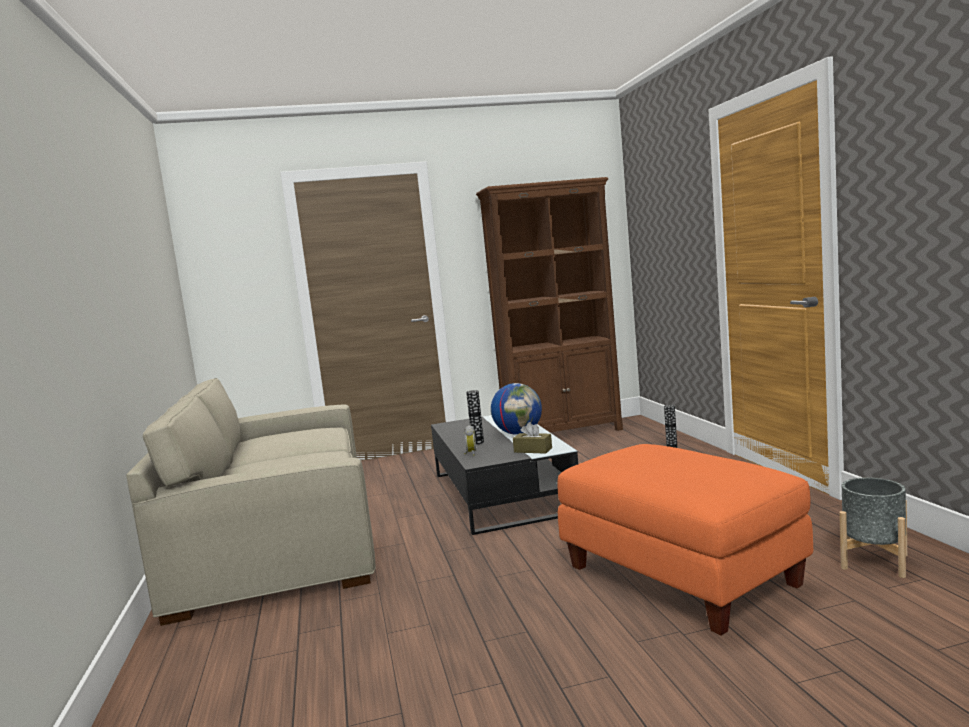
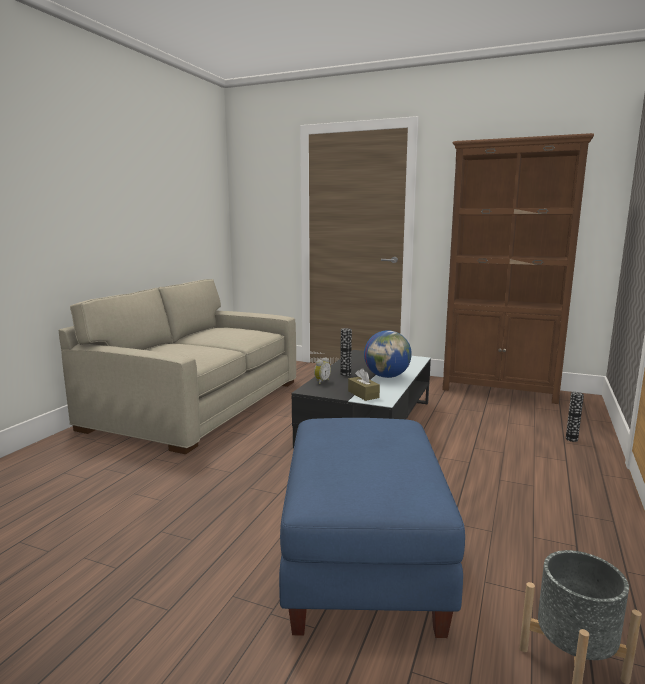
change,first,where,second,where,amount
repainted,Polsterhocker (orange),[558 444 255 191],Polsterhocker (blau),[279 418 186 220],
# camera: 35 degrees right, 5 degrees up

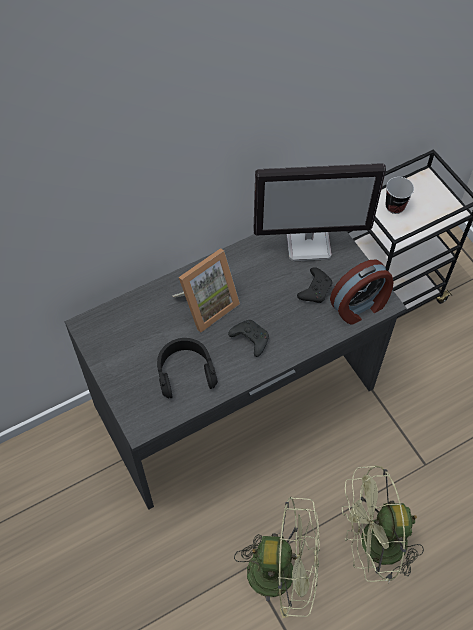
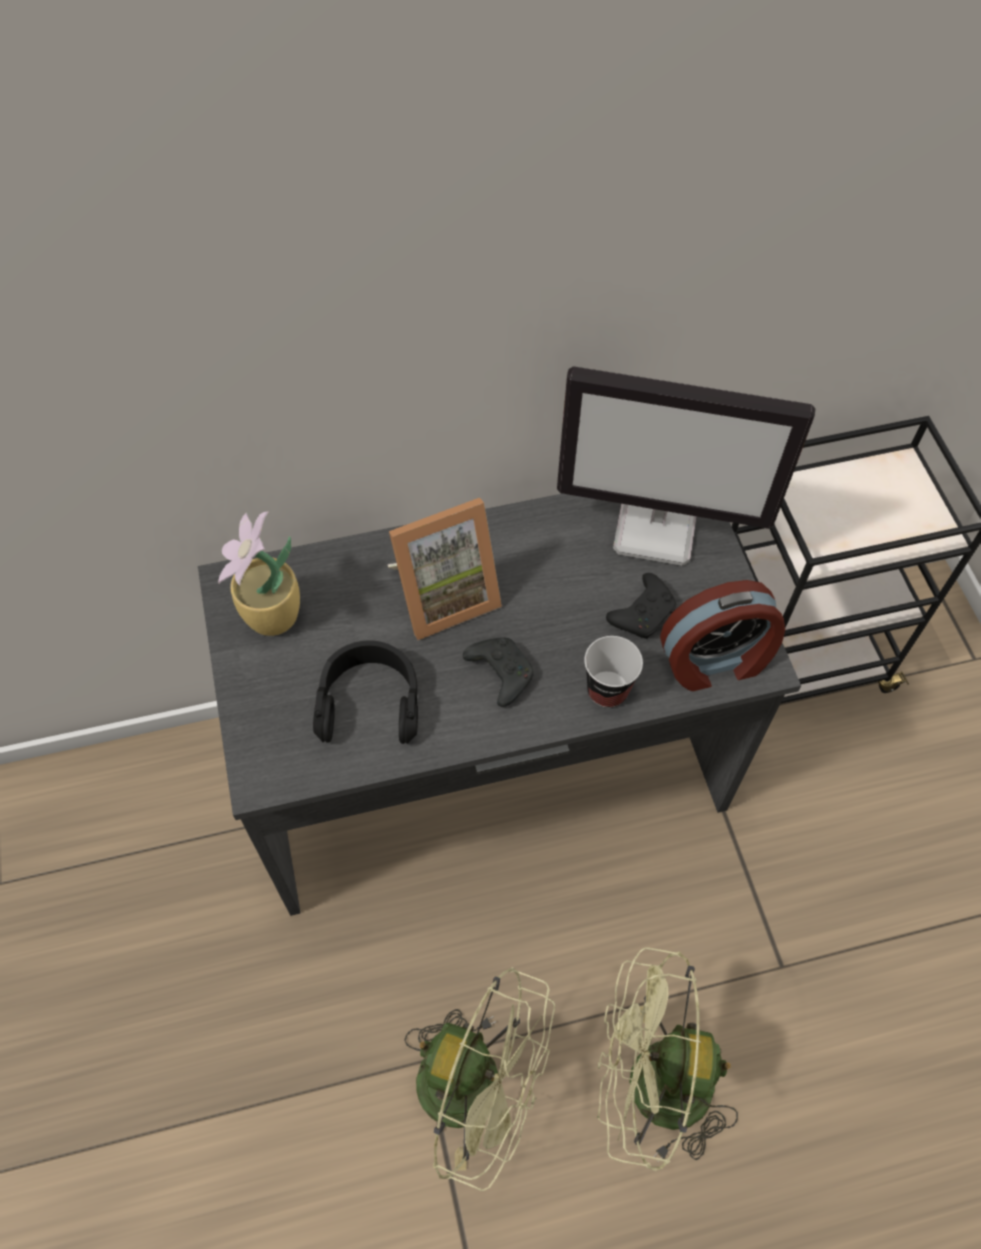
change,first,where,second,where,amount
new,,,Topfpflanze,[218 511 82 125],
shifted,Tasse,[386 177 28 37],,[584 636 59 72],
# camera: 15 degrees right, 0 degrees up

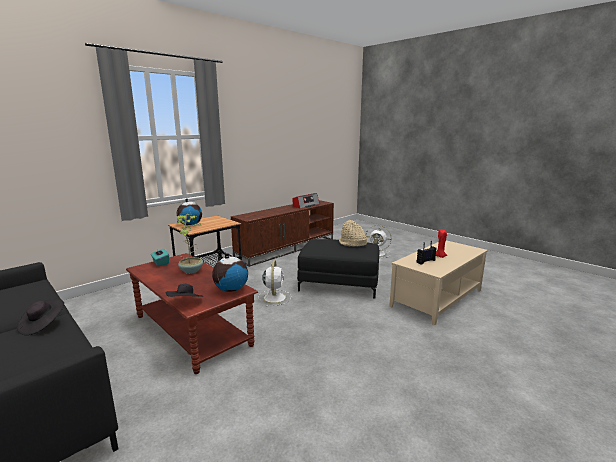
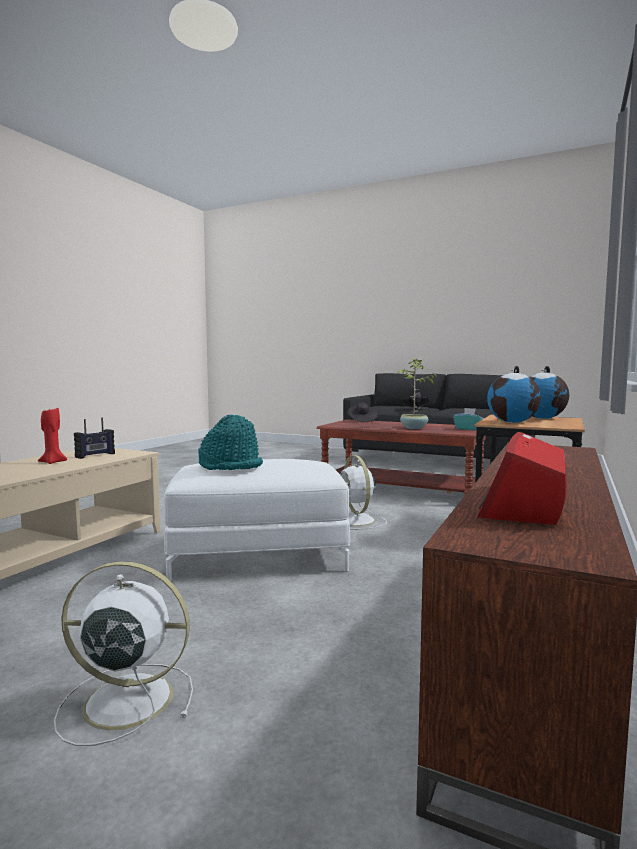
change,first,where,second,where,amount
repainted,Polsterhocker (schwarz),[297 239 82 60],Polsterhocker (weiß),[164 459 186 123],
repainted,Hut (beige),[339 220 28 27],Hut (türkis),[198 415 65 55],
shifted,Globus,[212 253 36 39],,[487 366 54 57],
# camera: 160 degrees right, 10 degrees down

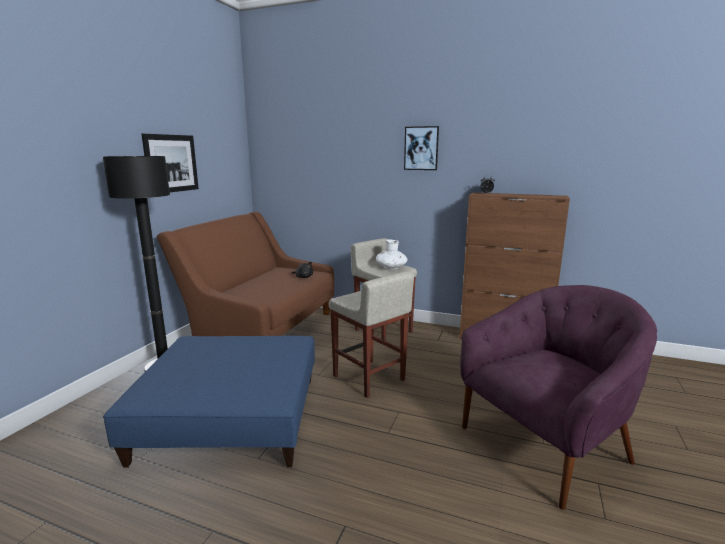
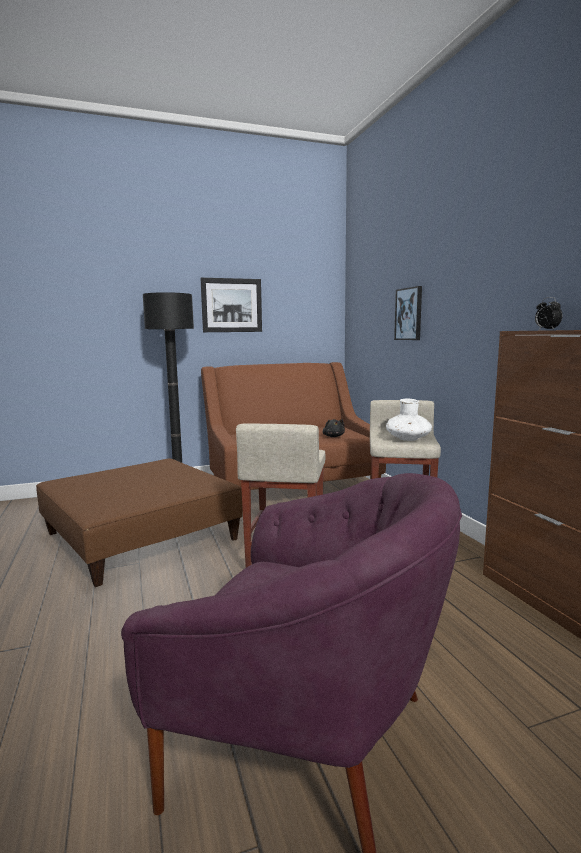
change,first,where,second,where,amount
repainted,Polsterhocker (blau),[103 336 212 131],Polsterhocker (braun),[36 459 207 128],
shifted,Bild,[404 126 35 44],,[394 286 28 54],
# camera: 50 degrees right, 5 degrees down

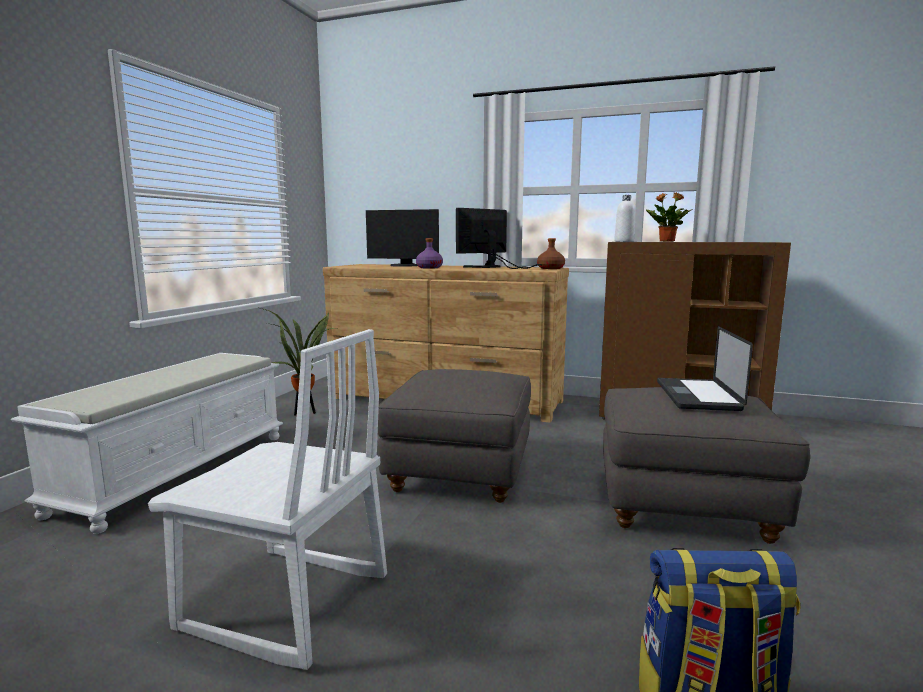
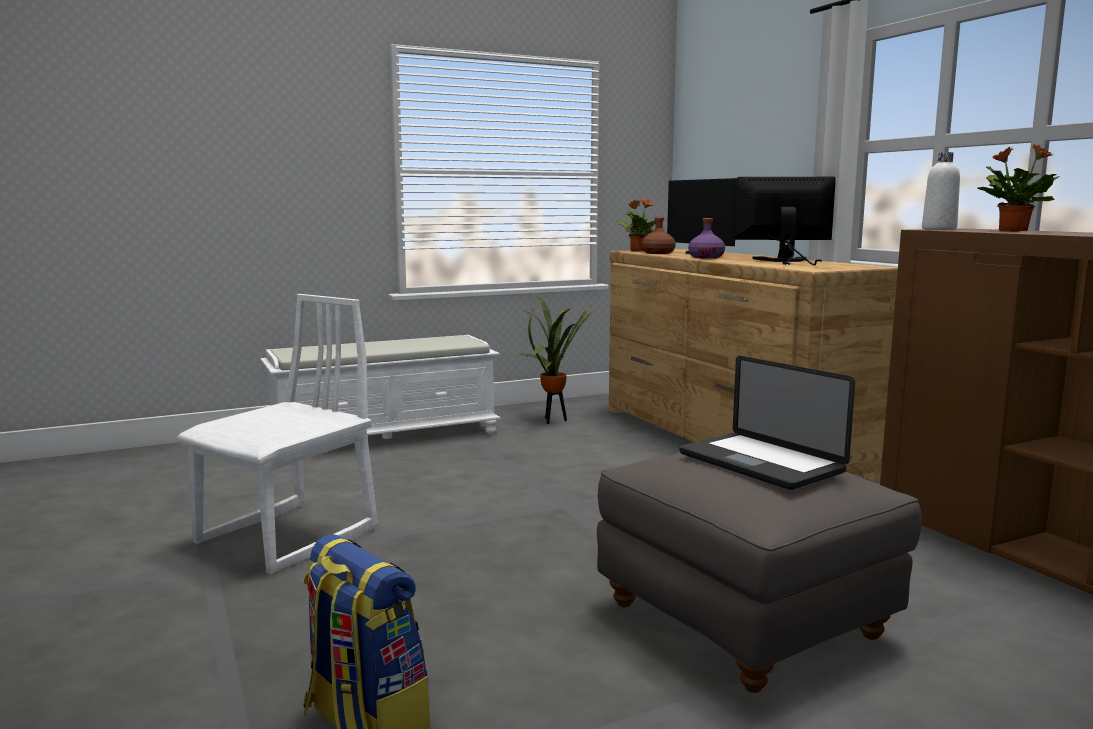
change,first,where,second,where,amount
rotated,Stuhl (weiß),[148 329 239 341],,[177 294 201 280],120 degrees counterclockwise
new,,,Topfpflanze,[616 199 40 52],
shifted,Flasche (braun),[537 238 28 31],,[642 217 34 37],
rotated,Laptop,[657 326 96 85],,[679 356 176 134],90 degrees counterclockwise
gone,Polsterhocker (grau),[378 369 153 134],,,
# camera: 45 degrees right, 0 degrees up

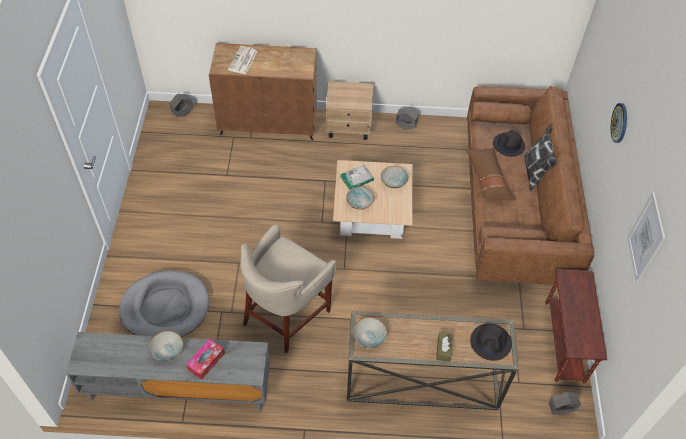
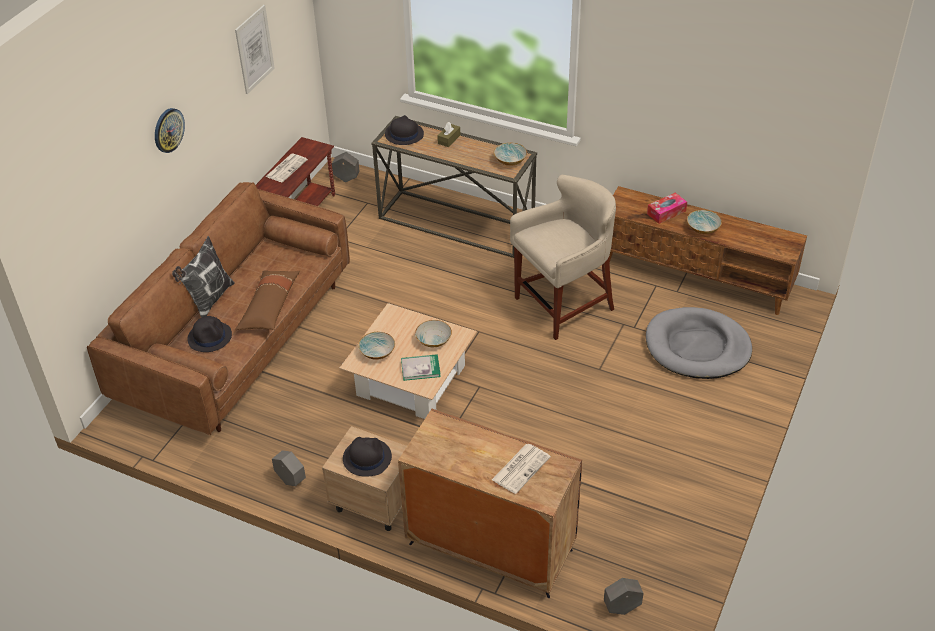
change,first,where,second,where,amount
new,,,Zeitung,[265 154 43 28],
new,,,Hut (schwarz),[343 437 49 40],
repainted,Fernsehschrank (grau),[66 332 204 79],Fernsehschrank (braun),[609 186 198 129],
# camera: 155 degrees left, 10 degrees down

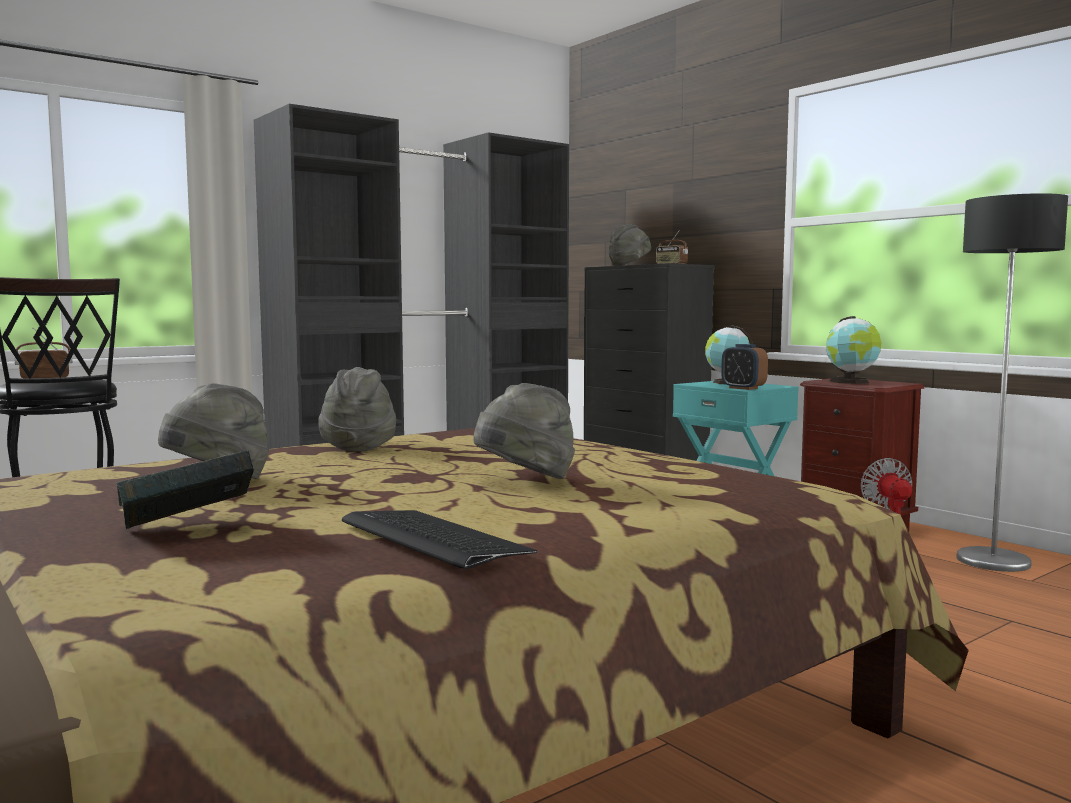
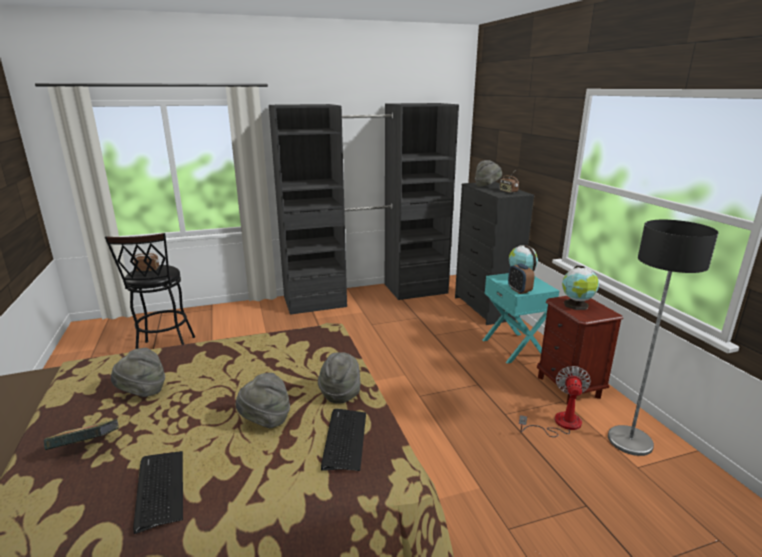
change,first,where,second,where,amount
shifted,Hut (grau),[318 367 78 85],,[318 352 42 52],
new,,,Tastatur,[321 409 45 62],
# camera: 20 degrees right, 15 degrees up

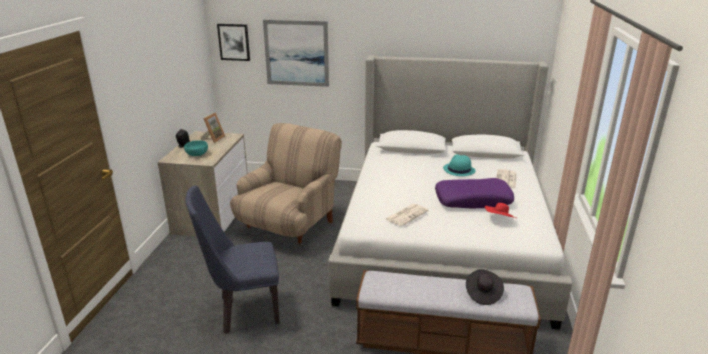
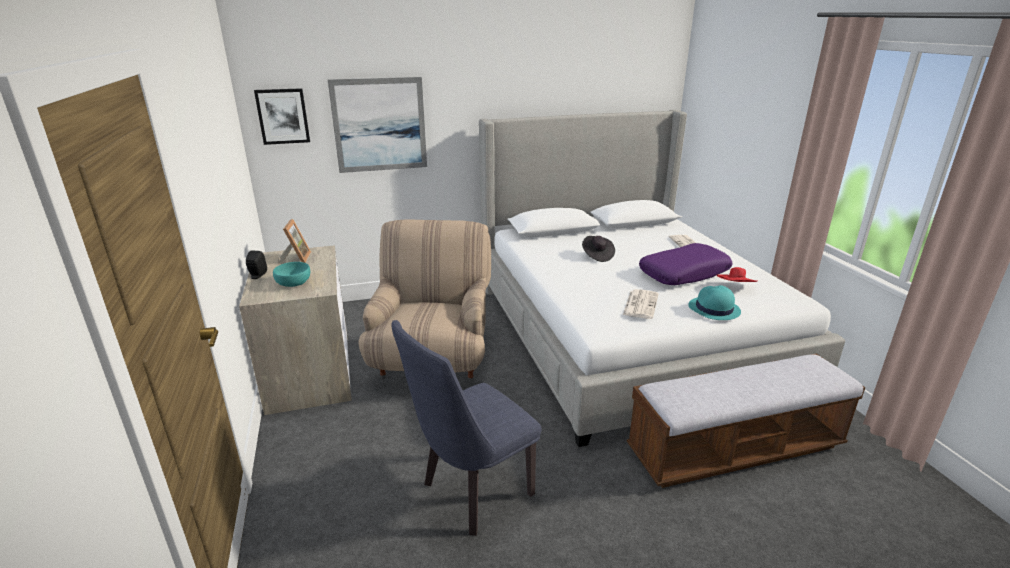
change,first,where,second,where,amount
shifted,Hut (schwarz),[466 269 38 36],,[582 236 33 26],
shifted,Hut (türkis),[443 154 33 22],,[688 285 53 35],
# camera: 25 degrees left, 0 degrees up

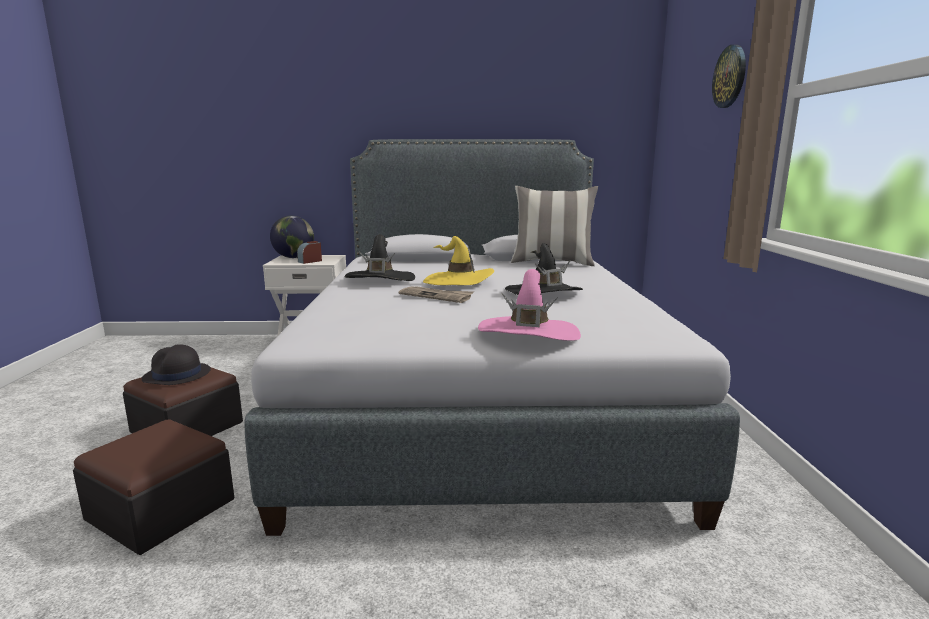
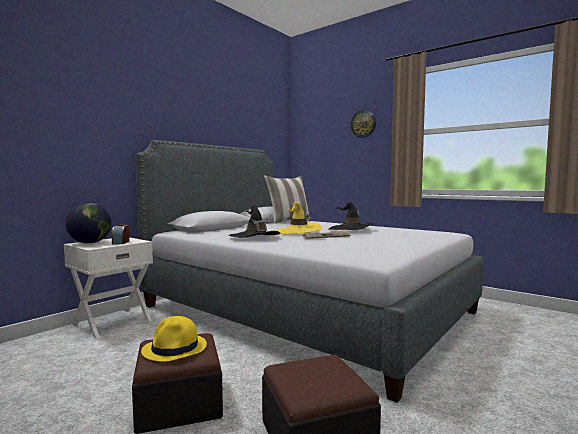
change,first,where,second,where,amount
repainted,Hut (schwarz),[142 344 69 41],Hut (gelb),[141 316 66 46],
gone,Hut (rosa),[478 269 103 72],,,
# camera: 50 degrees left, 10 degrees down

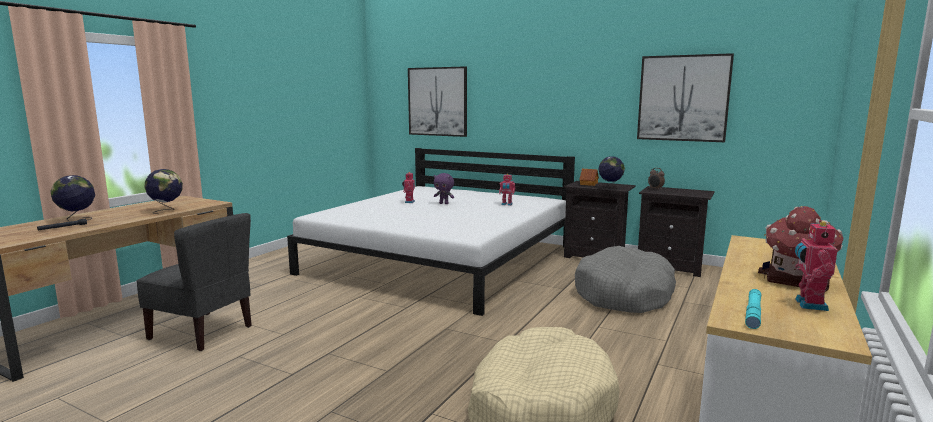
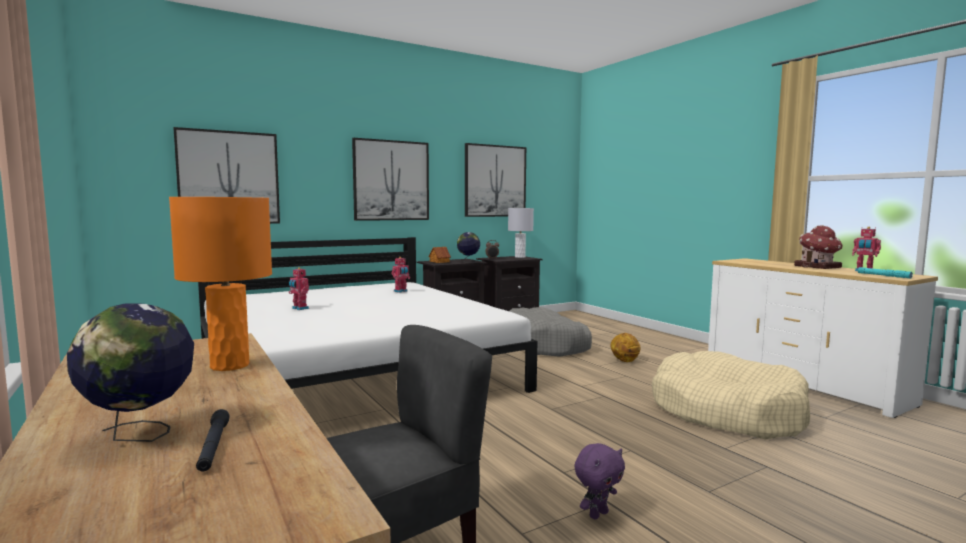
change,first,where,second,where,amount
swapped,Globus,[144 169 39 45],Tischlampe (orange),[169 197 103 174],
new,,,Bild,[352 138 77 83],
new,,,Tischlampe (grau),[508 208 26 50],
shifted,Plüschtier (lila),[434 173 20 31],,[574 443 51 76],
new,,,Basketball,[610 333 31 29],
# camera: 60 degrees left, 5 degrees down

